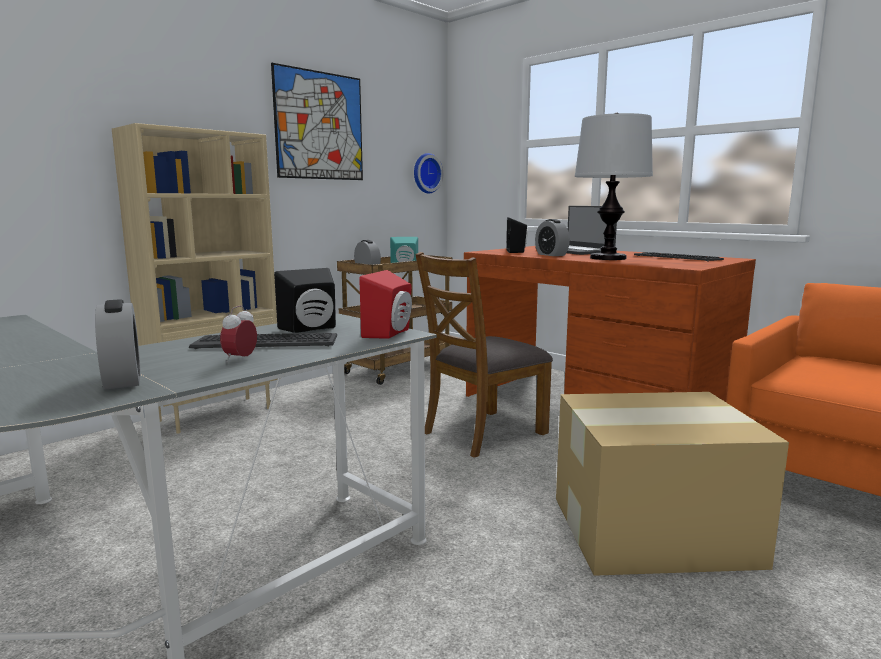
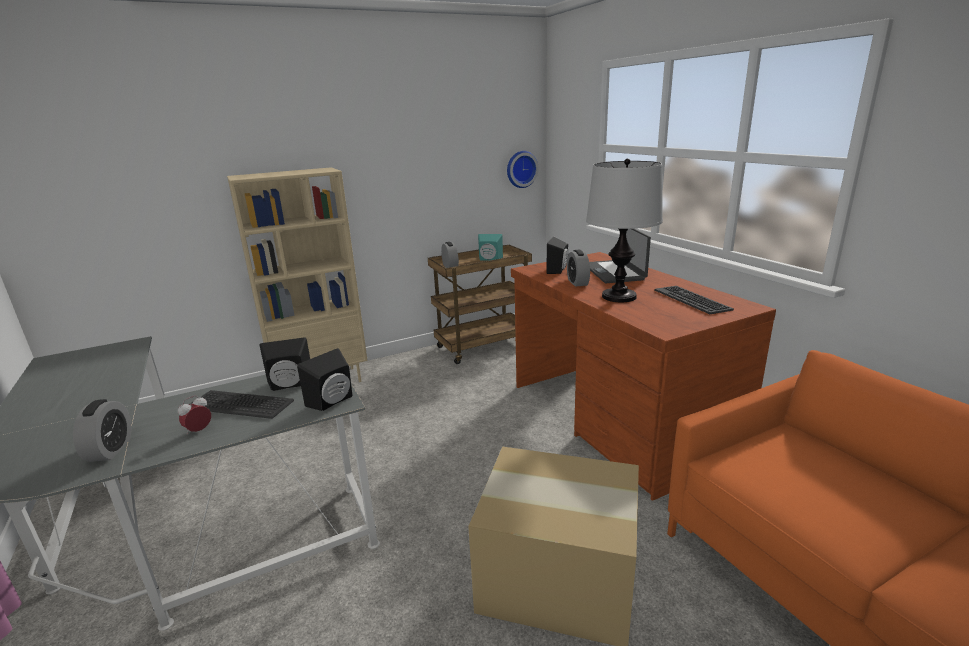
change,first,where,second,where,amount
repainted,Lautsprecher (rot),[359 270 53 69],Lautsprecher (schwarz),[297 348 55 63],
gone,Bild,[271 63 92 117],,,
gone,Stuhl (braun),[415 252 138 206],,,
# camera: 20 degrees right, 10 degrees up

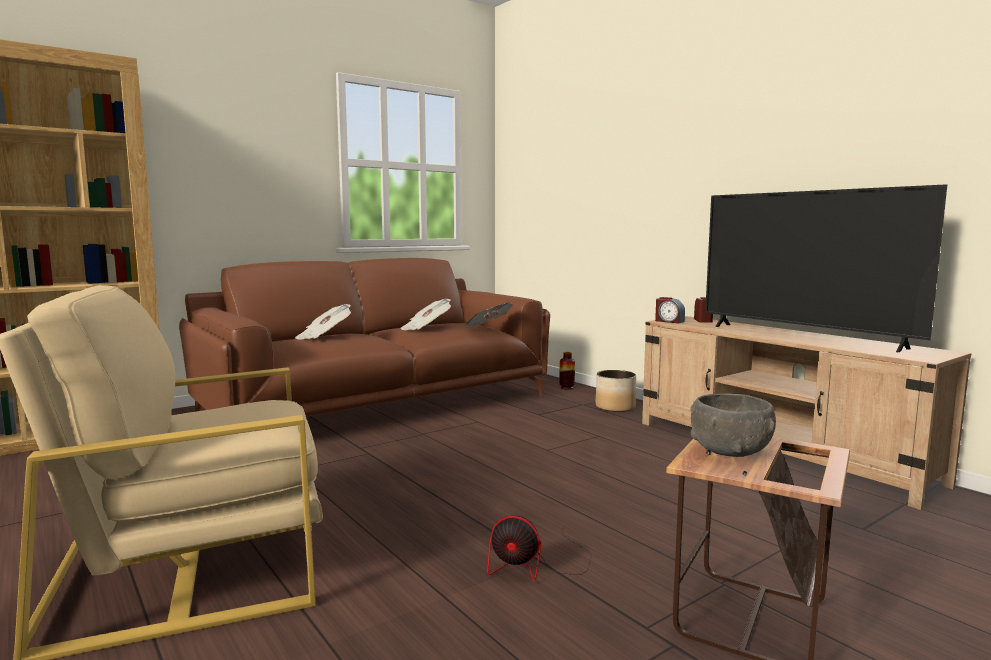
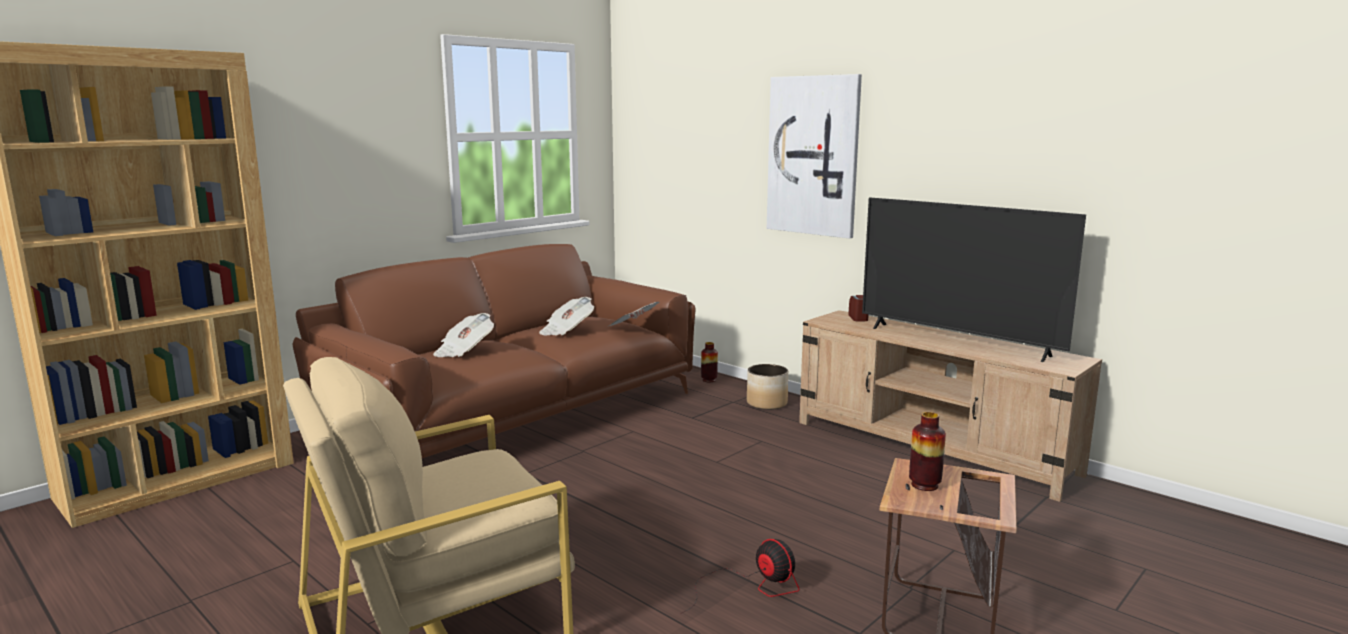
change,first,where,second,where,amount
rotated,Ventilator,[487 516 105 66],,[680 539 120 75],135 degrees counterclockwise
new,,,Bild,[767 74 95 165],
swapped,Schüssel (grau),[690 393 86 64],Vase,[909 412 37 79],
gone,Wecker,[655 297 30 27],,,
# camera: 10 degrees left, 5 degrees up

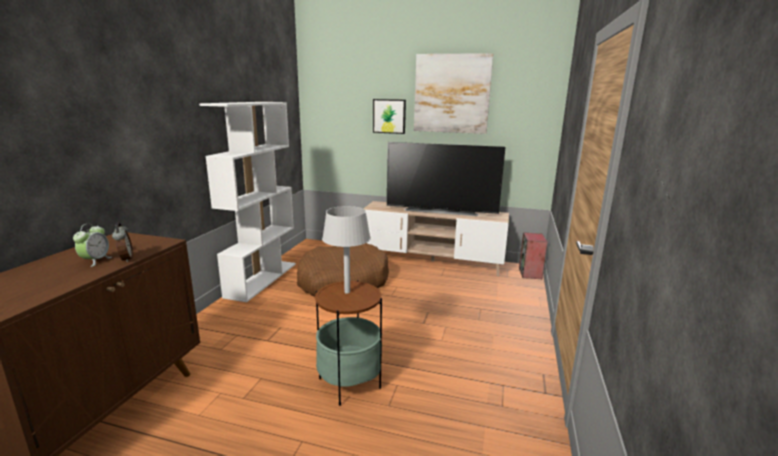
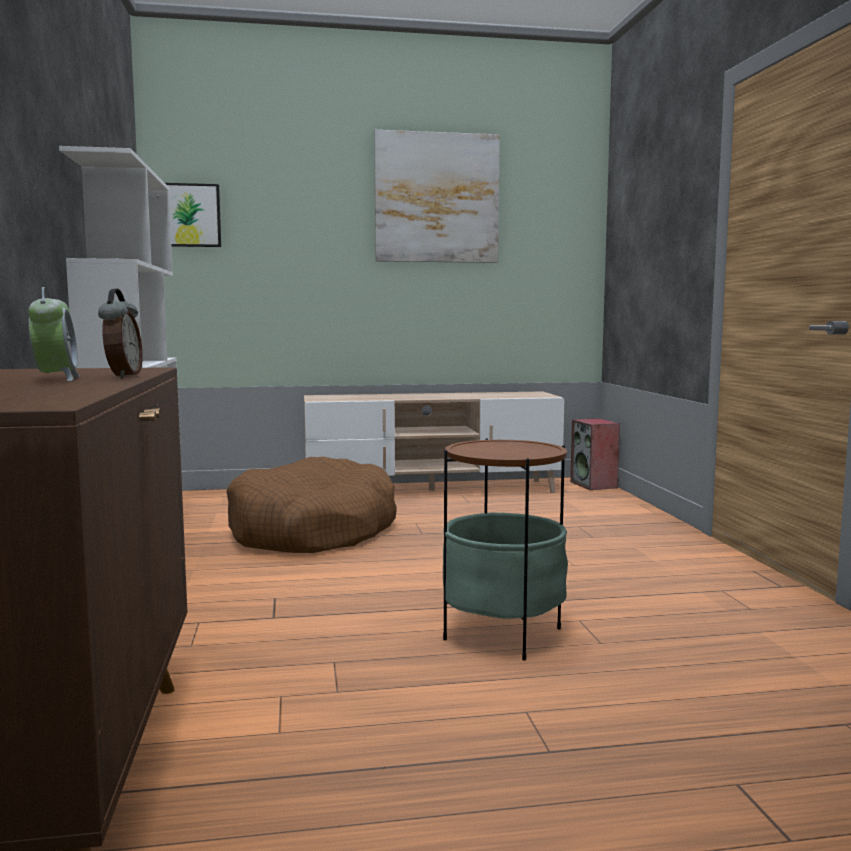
change,first,where,second,where,amount
rotated,Wecker,[112 223 21 39],,[98 288 45 90],45 degrees clockwise
shifted,Bild,[373 99 33 35],,[165 183 56 64],
gone,Tischlampe (grau),[322 206 49 88],,,
gone,Fernseher,[387 142 119 74],,,
# camera: 25 degrees left, 10 degrees down

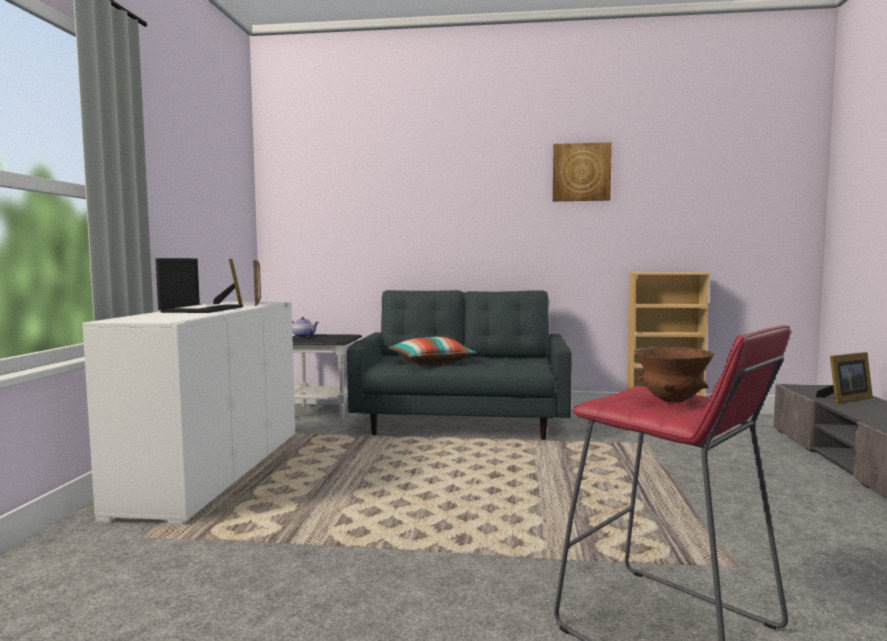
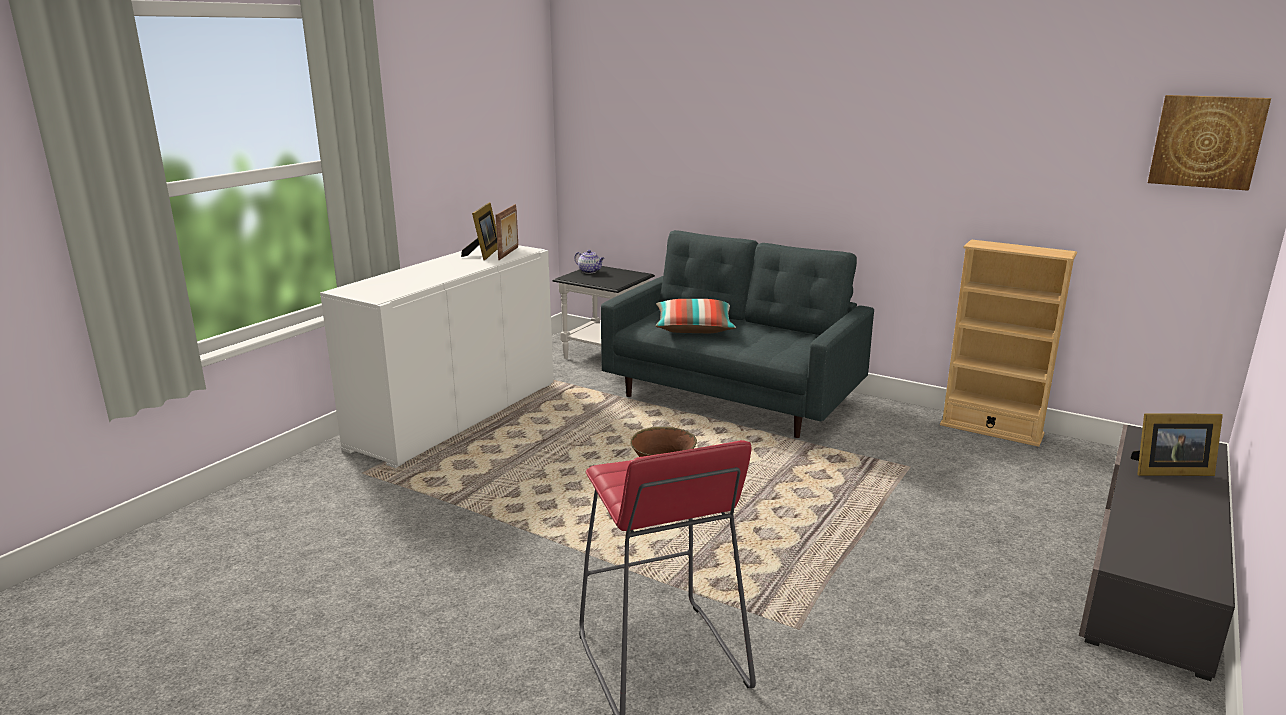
change,first,where,second,where,amount
shifted,Bild,[553 142 59 59],,[1148 95 123 96],
gone,Laptop,[156 258 87 55],,,
# camera: 25 degrees right, 15 degrees up

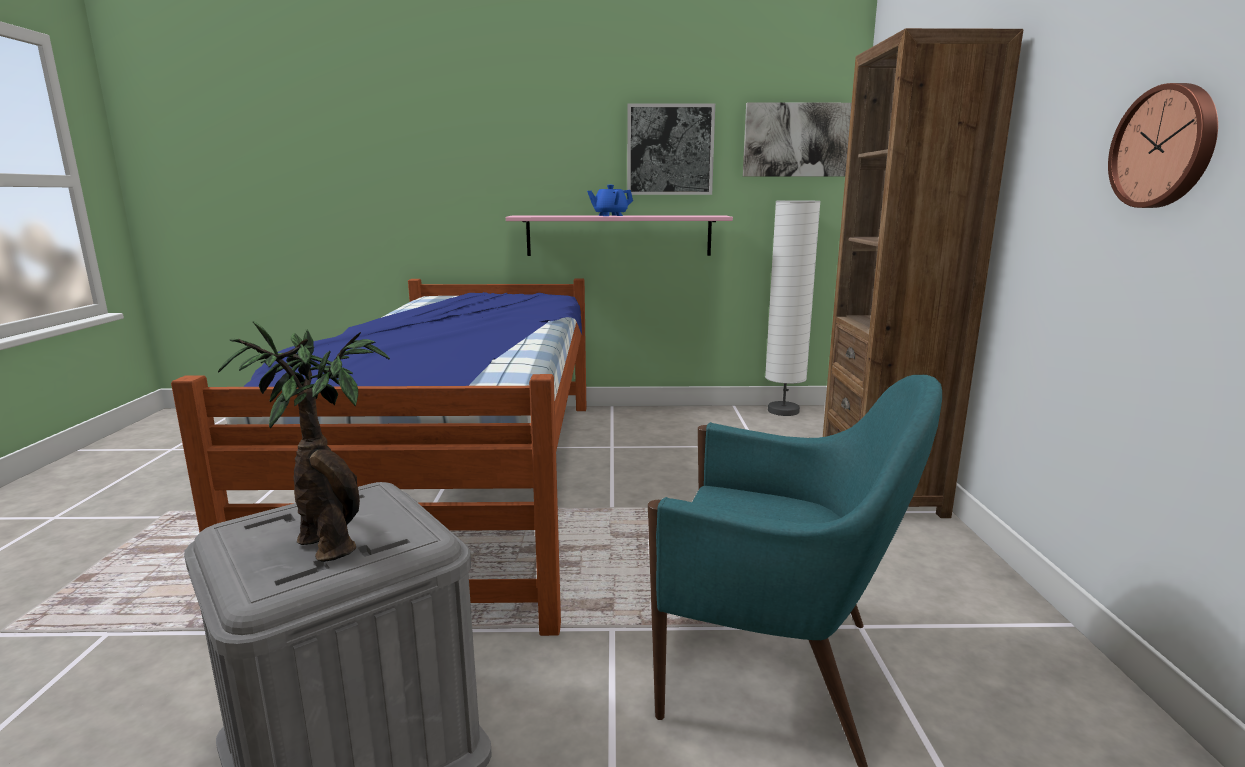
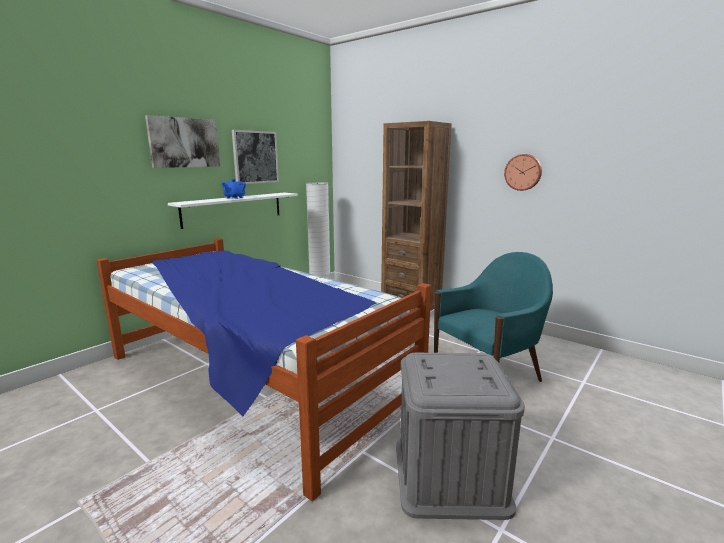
change,first,where,second,where,amount
shifted,Bild,[743 102 109 75],,[145 115 75 53],
repainted,Wandregal (rosa),[506 216 227 40],Wandregal (weiß),[168 193 130 36],
gone,Topfpflanze,[218 321 172 241],,,
# camera: 50 degrees left, 0 degrees up

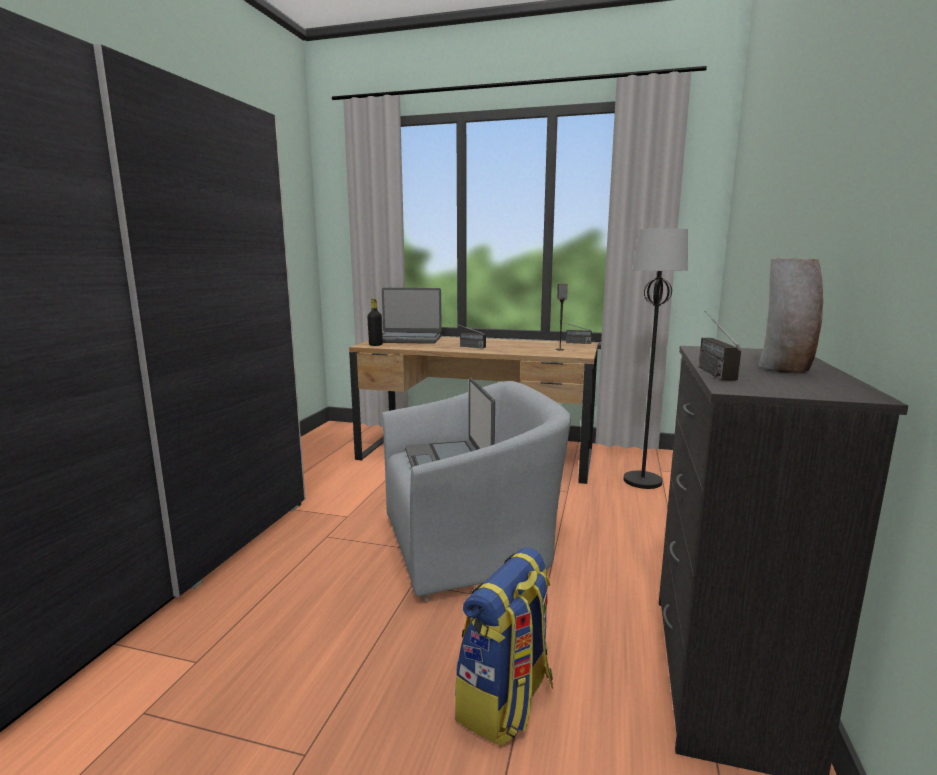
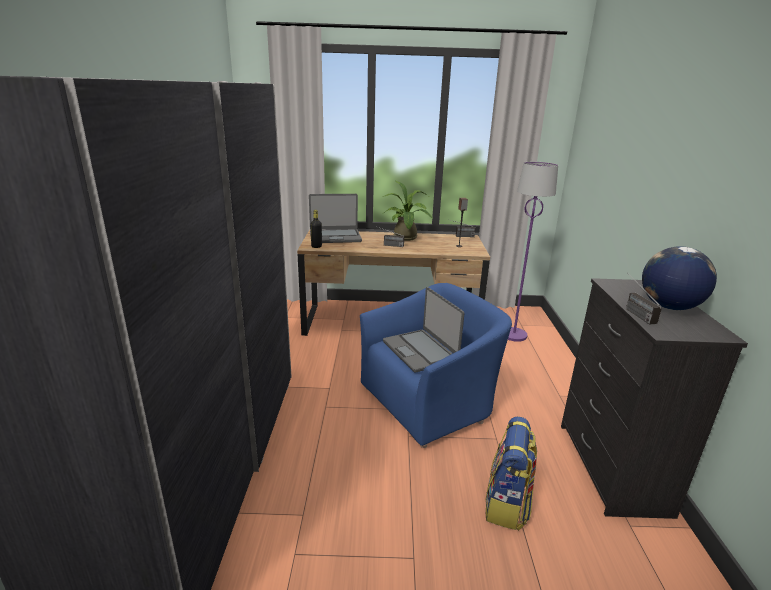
change,first,where,second,where,amount
repainted,Sessel (grau),[382 381 189 221],Sessel (blau),[360 283 152 165],
new,,,Topfpflanze,[382 181 51 60],
repainted,Stehlampe (schwarz),[624 228 64 261],Stehlampe (lila),[508 162 50 180],
swapped,Vase,[758 257 65 116],Globus,[642 247 75 63],
# camera: 15 degrees left, 10 degrees up

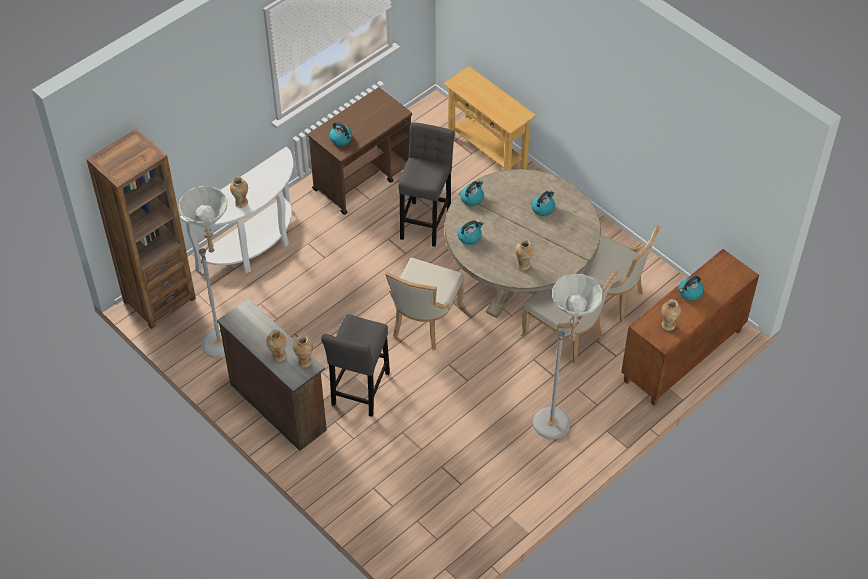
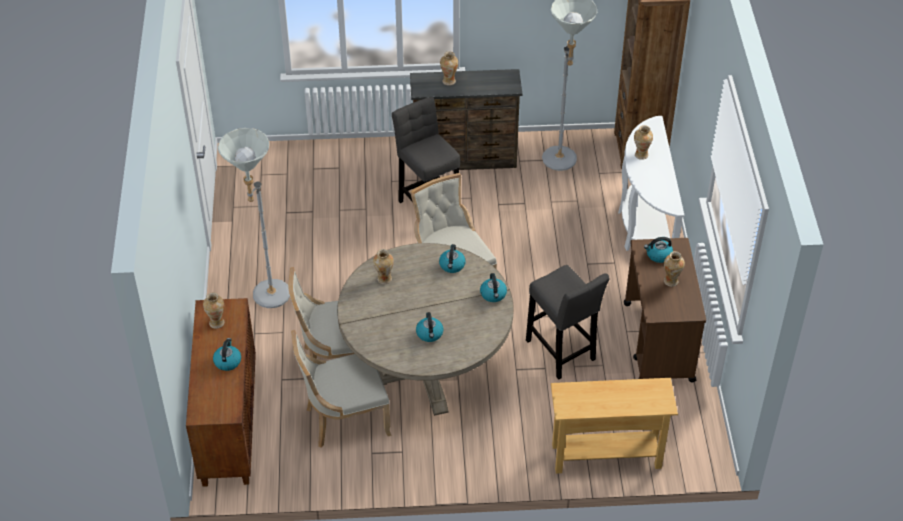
change,first,where,second,where,amount
shifted,Vase,[293 335 20 33],,[664 251 21 36],
# camera: 130 degrees right, 5 degrees down

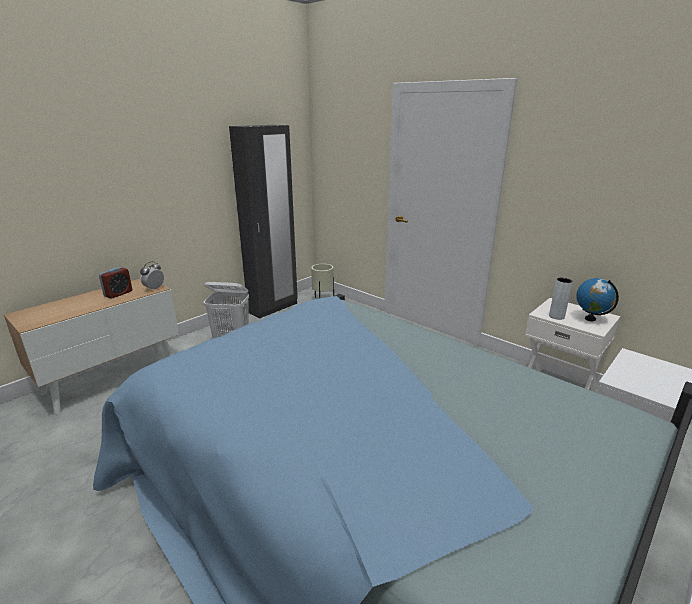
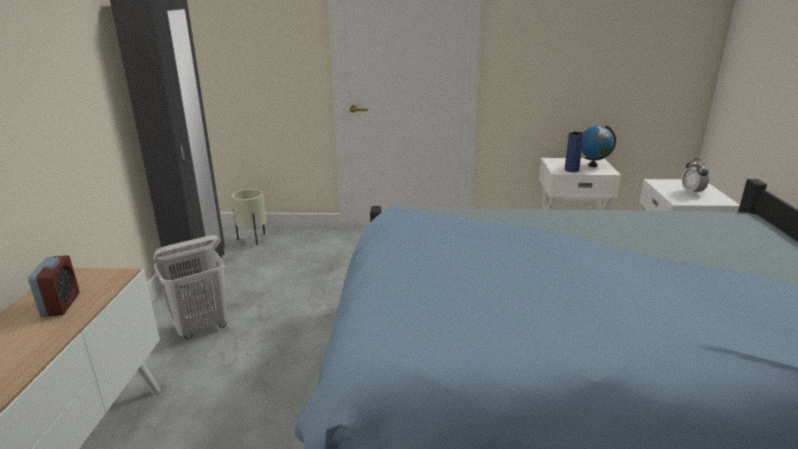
change,first,where,second,where,amount
repainted,Vase (grau),[549 278 24 42],Vase (blau),[565 132 19 41],
shifted,Wecker,[140 261 24 29],,[682 159 27 36],
# camera: 40 degrees left, 0 degrees up

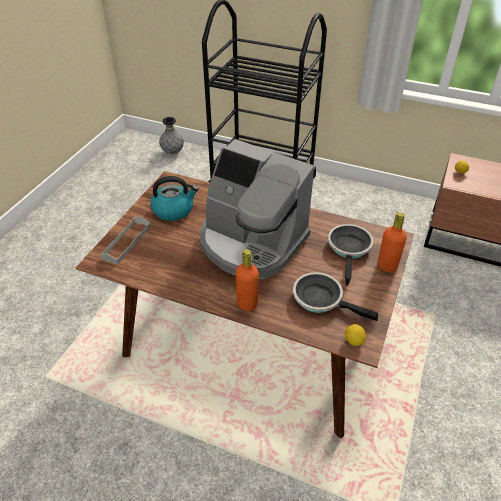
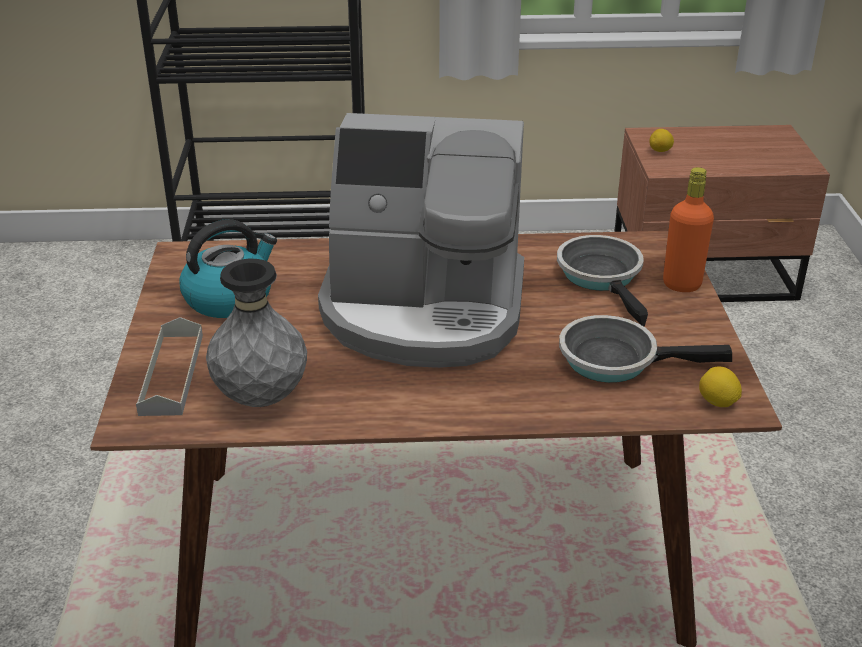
change,first,where,second,where,amount
shifted,Vase (grau),[159 117 25 37],,[206 259 101 148],
gone,Flasche (orange),[236 249 23 62],,,
# camera: 25 degrees left, 10 degrees down

